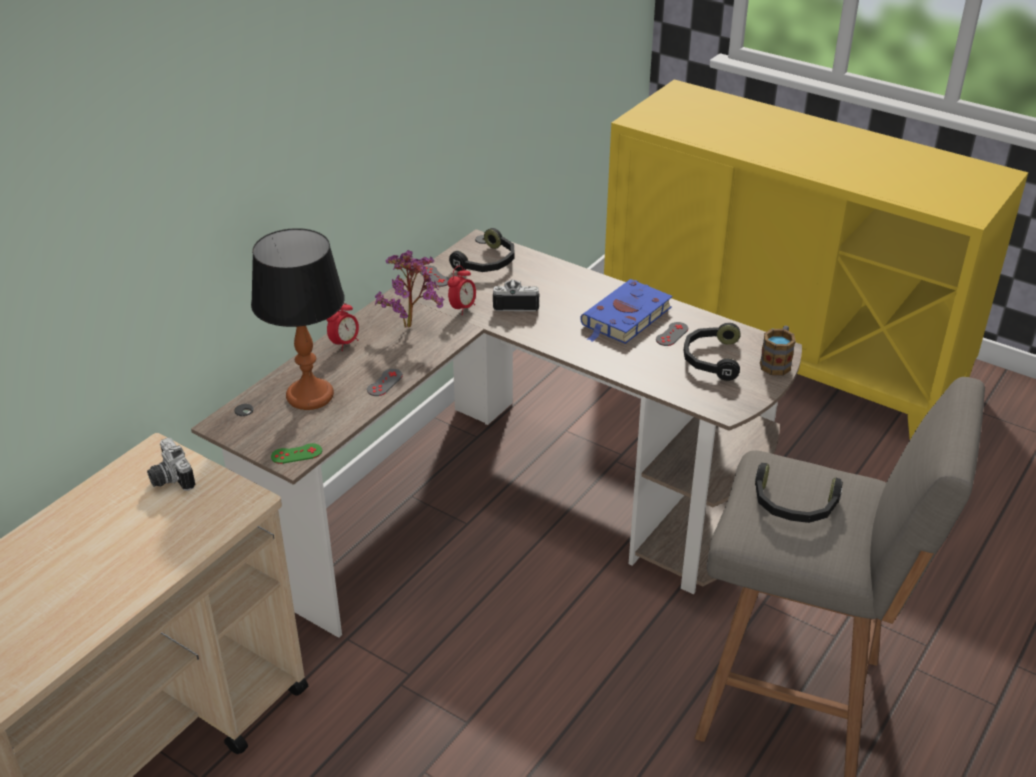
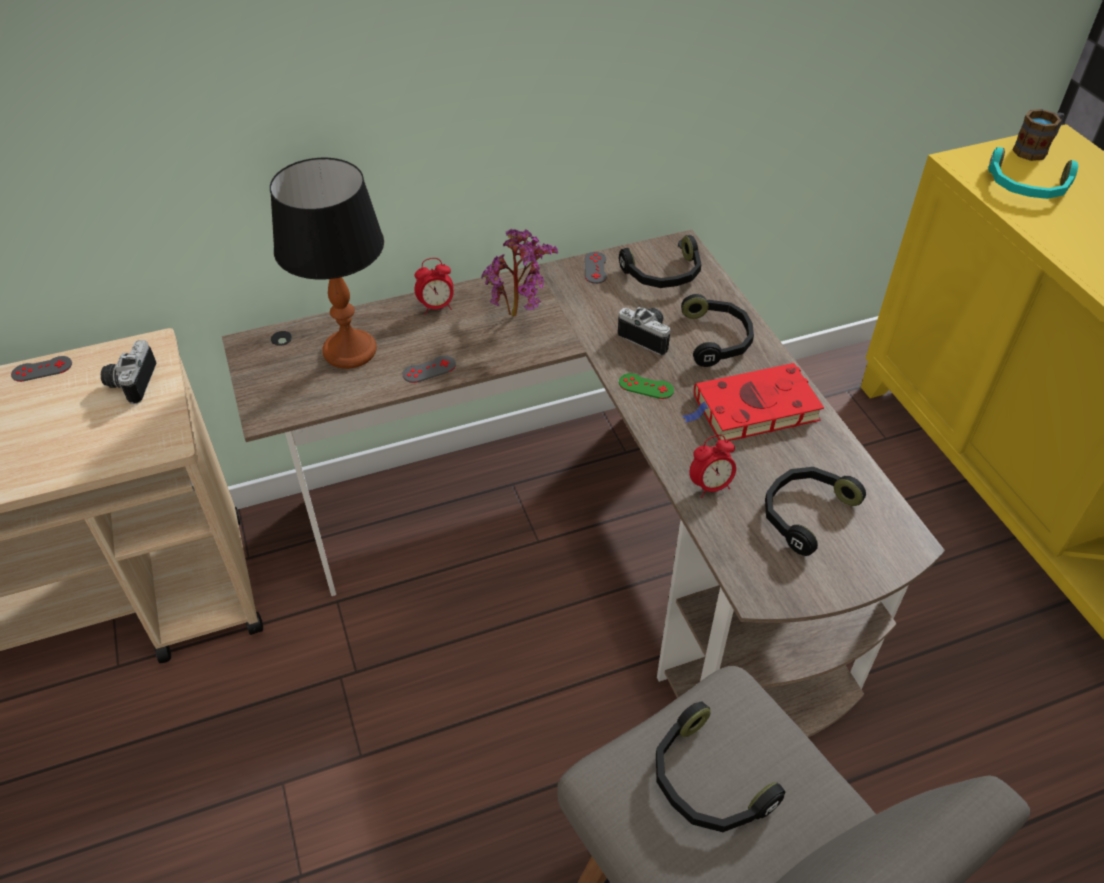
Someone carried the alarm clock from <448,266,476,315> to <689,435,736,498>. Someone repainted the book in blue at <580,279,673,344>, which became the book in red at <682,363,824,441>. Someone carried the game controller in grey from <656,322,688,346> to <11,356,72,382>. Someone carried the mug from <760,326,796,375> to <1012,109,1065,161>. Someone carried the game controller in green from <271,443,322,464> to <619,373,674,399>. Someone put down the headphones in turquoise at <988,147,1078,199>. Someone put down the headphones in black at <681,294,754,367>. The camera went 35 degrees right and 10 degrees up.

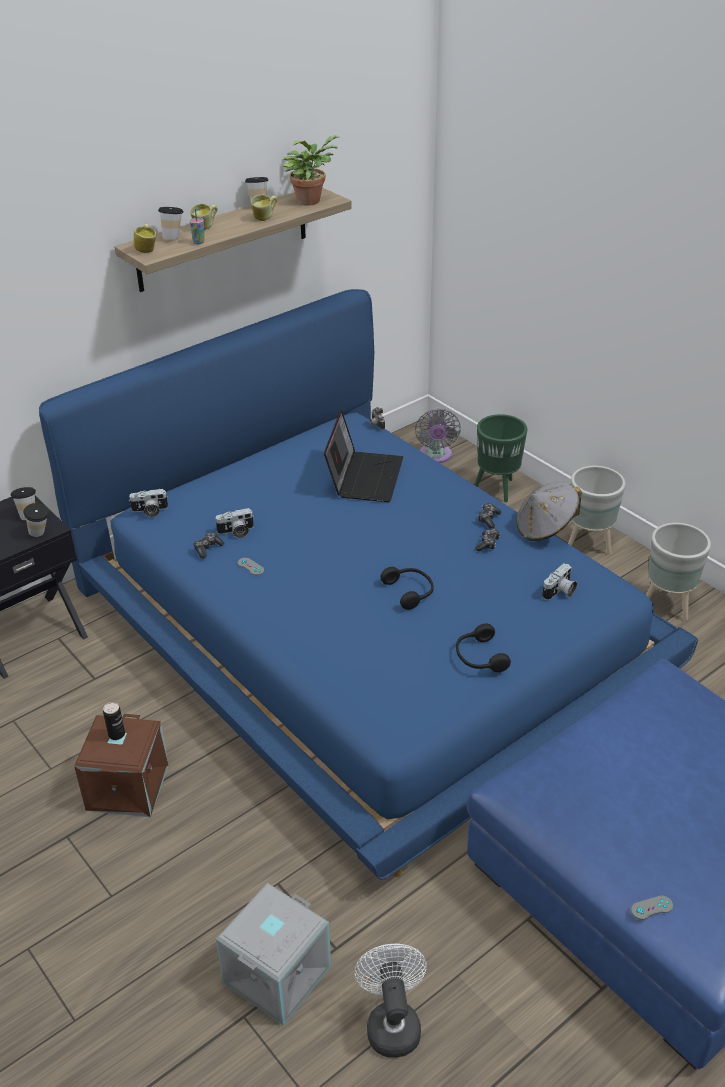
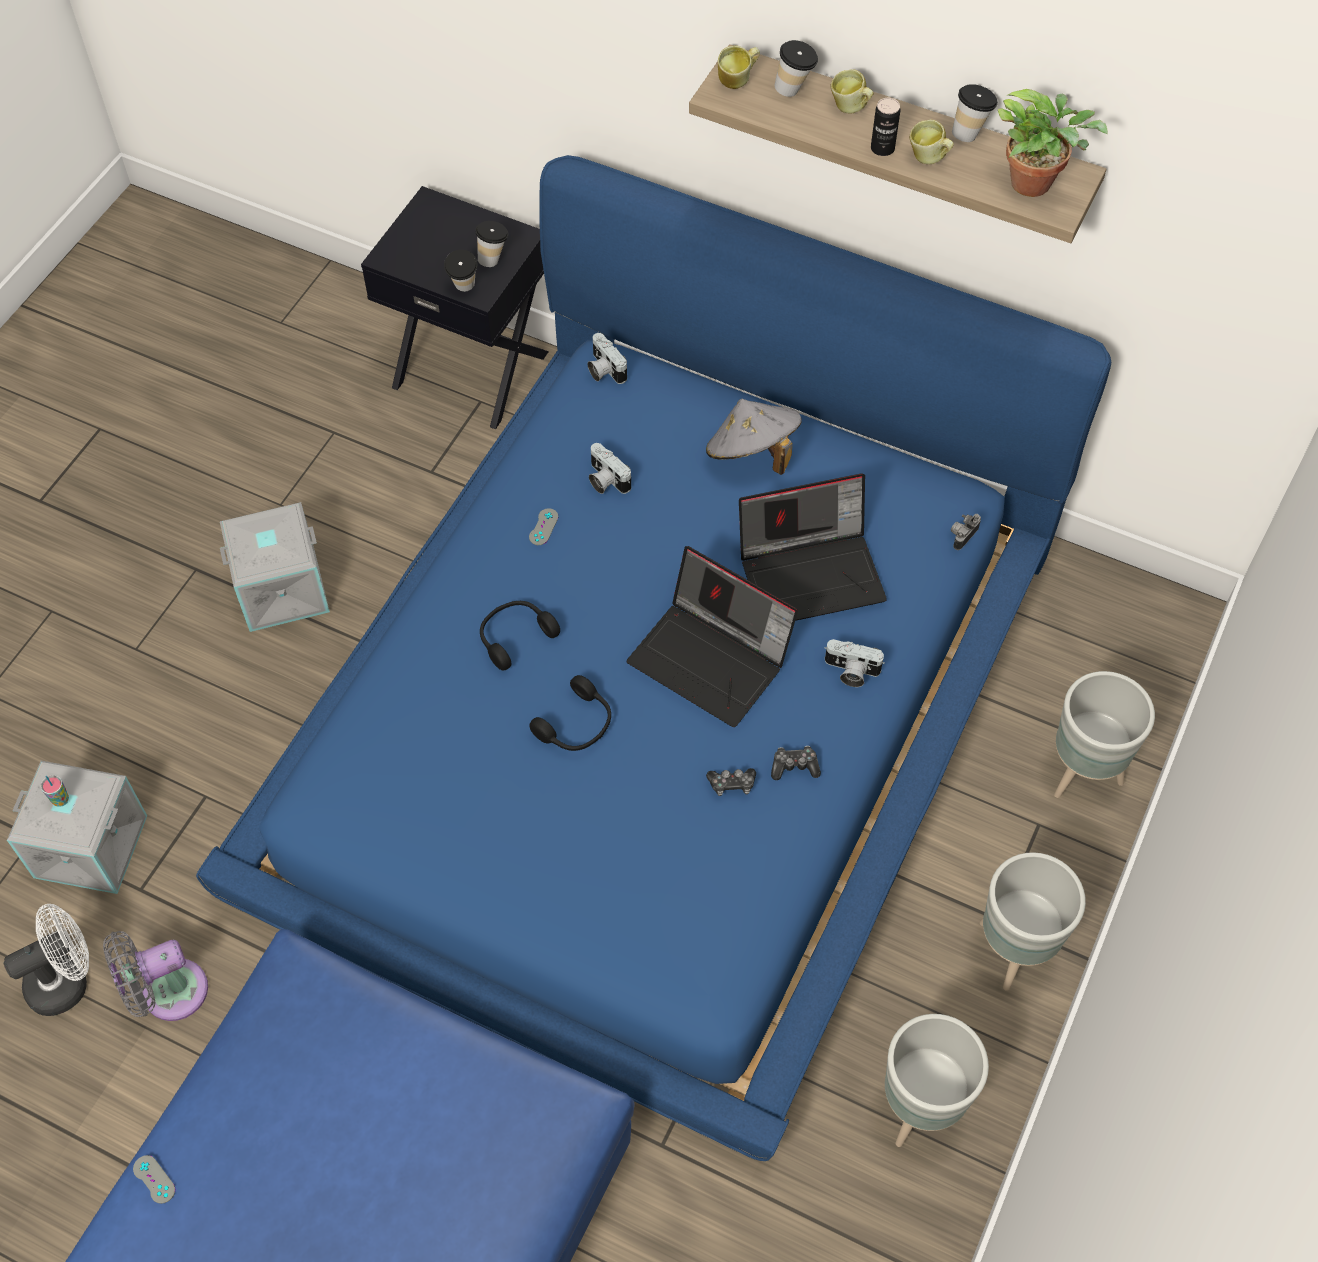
Someone carried the cup from <189,209,205,244> to <41,775,69,807>. Someone carried the fan in grey from <415,409,461,463> to <103,931,208,1021>. Someone repainted the planter in green at <475,414,527,502>, which became the planter in grey at <1054,671,1155,798>. Someone carried the hat in grey from <516,481,582,541> to <706,399,802,475>. Someone took away the game controller at <193,532,225,558>. Someone carried the photo camera from <542,563,577,600> to <824,639,885,687>. Someone carried the headphones in black from <456,624,511,672> to <480,601,560,670>. Someone carried the can from <103,702,125,740> to <871,98,900,156>. Someone repainted the storage box in brown at <74,714,169,817>, which became the storage box in grey at <220,502,330,632>. Someone put down the laptop at <627,546,798,727>. The camera went 65 degrees right and 20 degrees up.

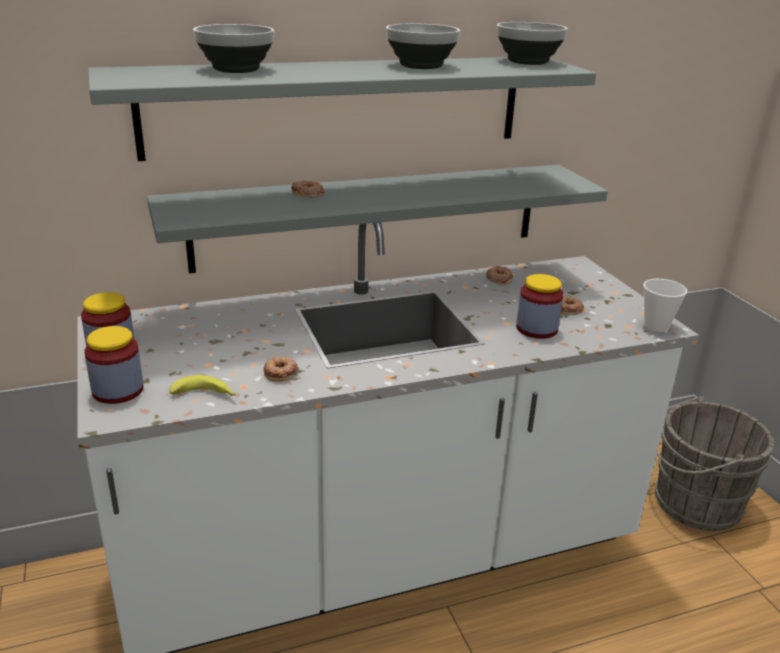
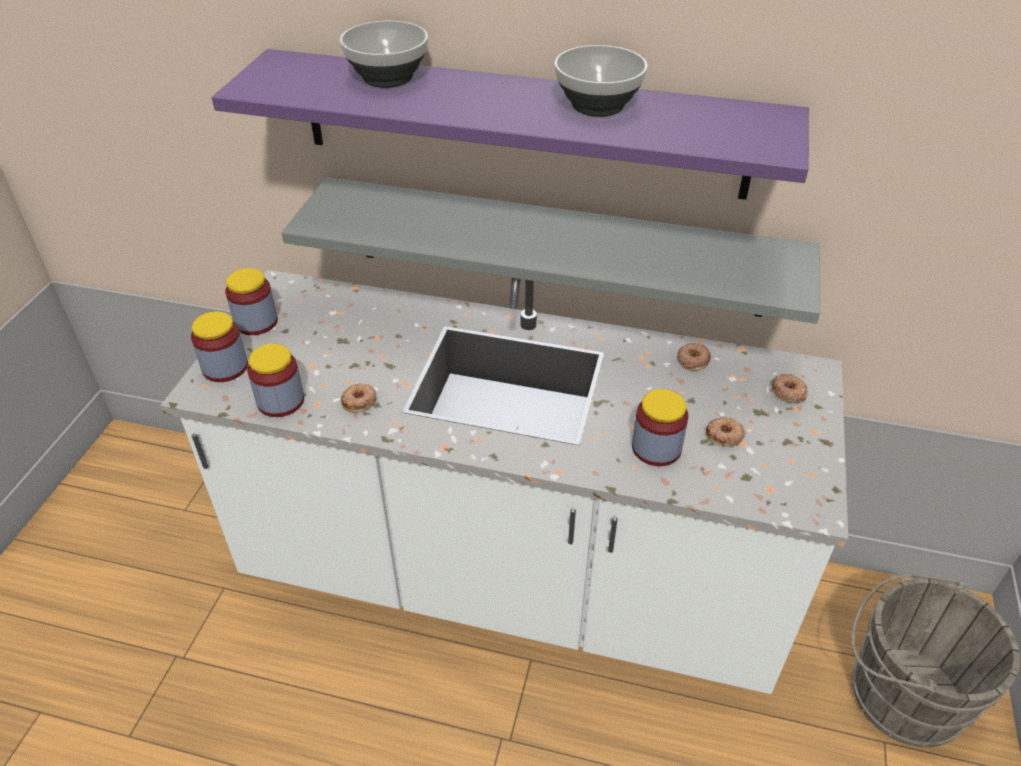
Someone took away the bowl at <497,22,568,65>. Someone repainted the shelf in grey at <88,57,596,161>, which became the shelf in purple at <212,49,809,200>. Someone carried the donut from <291,180,324,198> to <772,373,807,403>. Someone took away the cup at <643,279,688,332>. Someone swapped the banana at <169,375,236,396> for the jar at <247,344,304,417>. The camera went 35 degrees right and 15 degrees up.

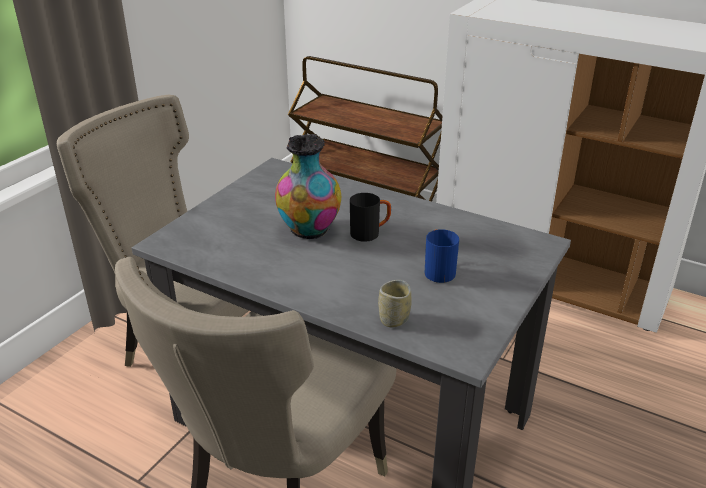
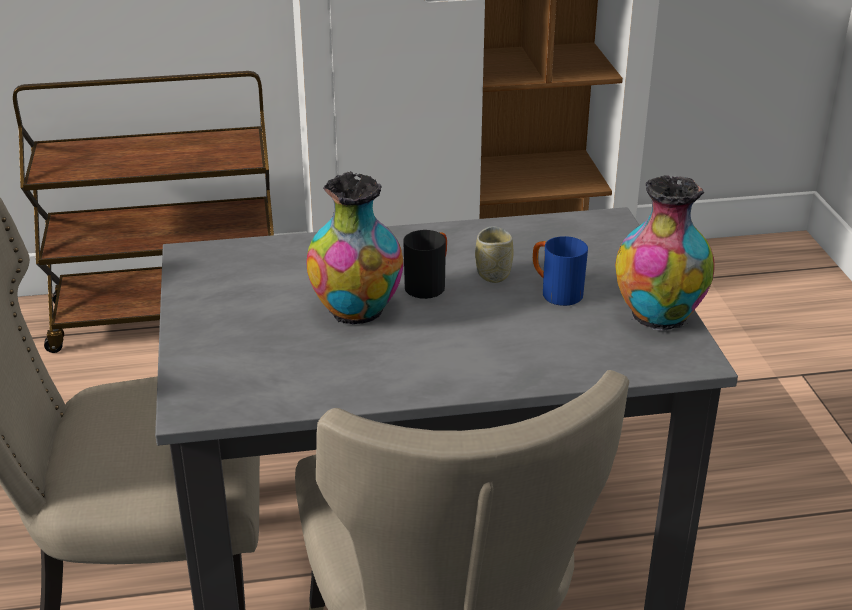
Someone carried the cup from <378,280,411,327> to <475,226,514,283>. Someone put down the vase at <615,175,715,331>. The camera went 40 degrees left and 0 degrees up.

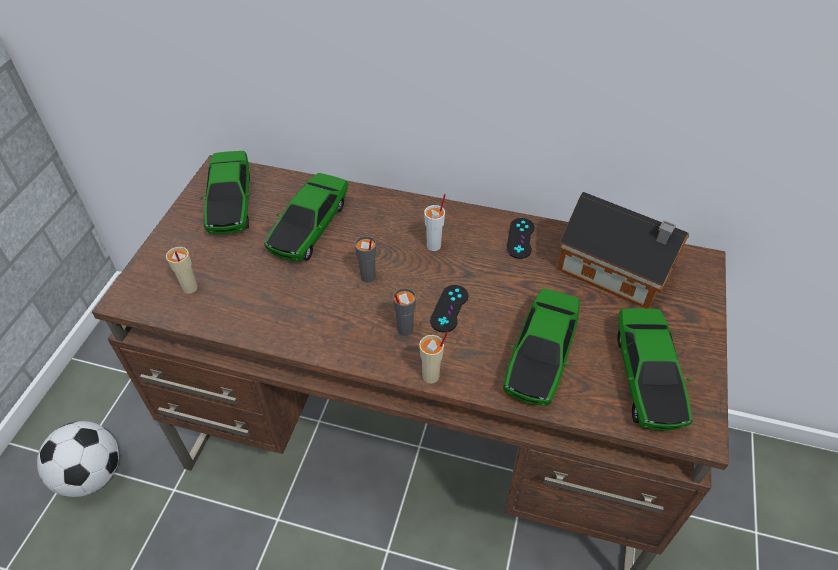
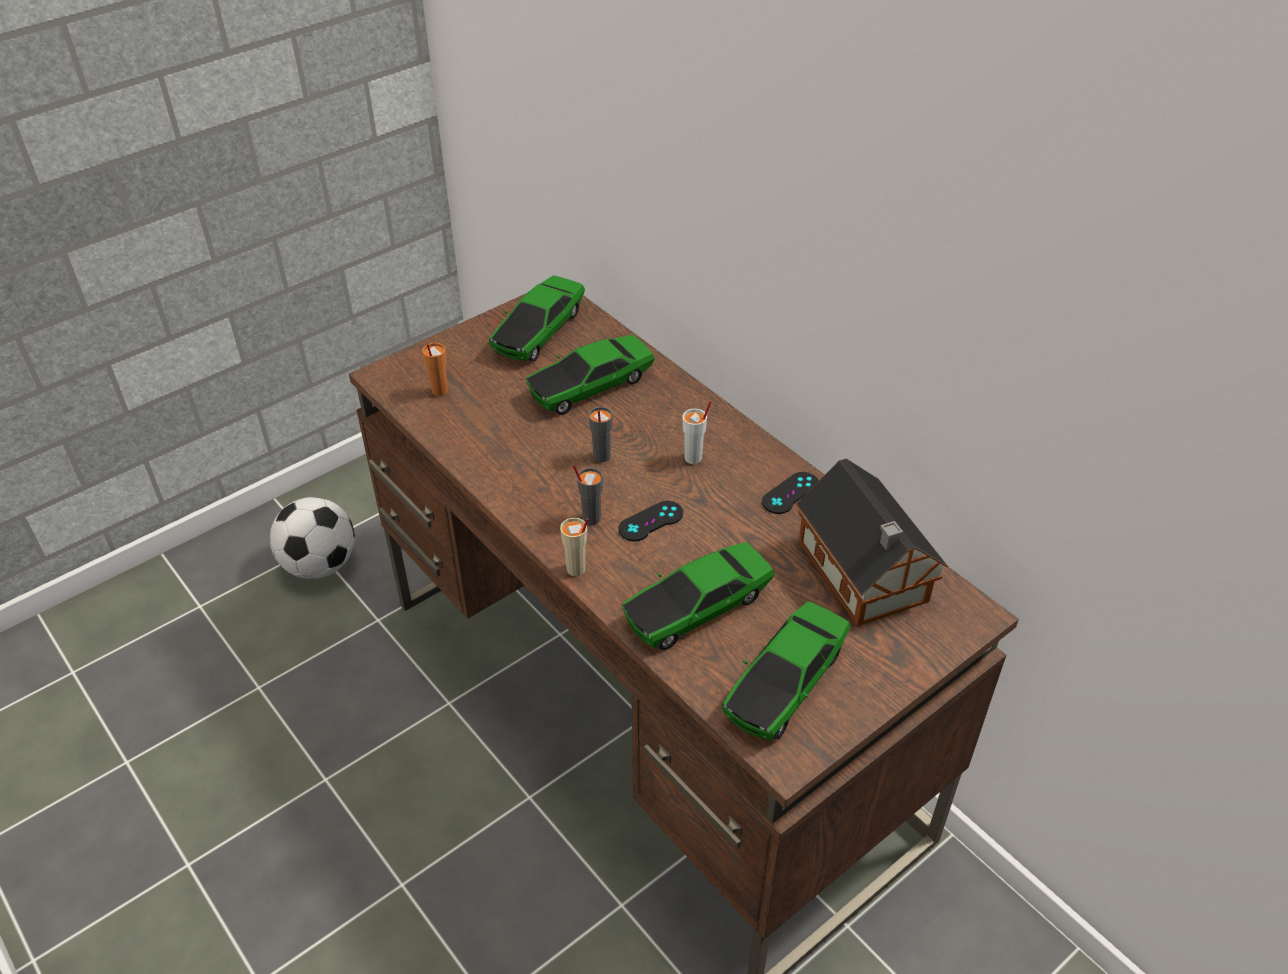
Someone repainted the cup in beige at <166,247,198,294>, which became the cup in orange at <422,343,448,396>. The camera went 35 degrees right and 5 degrees down.

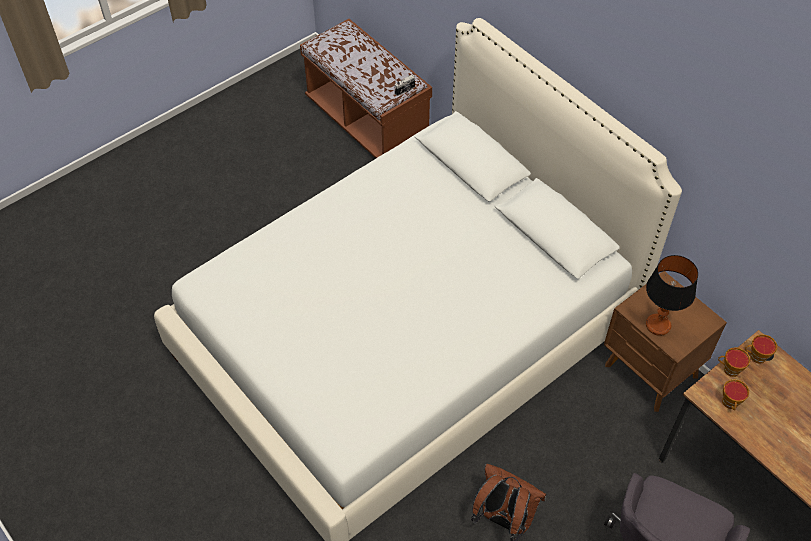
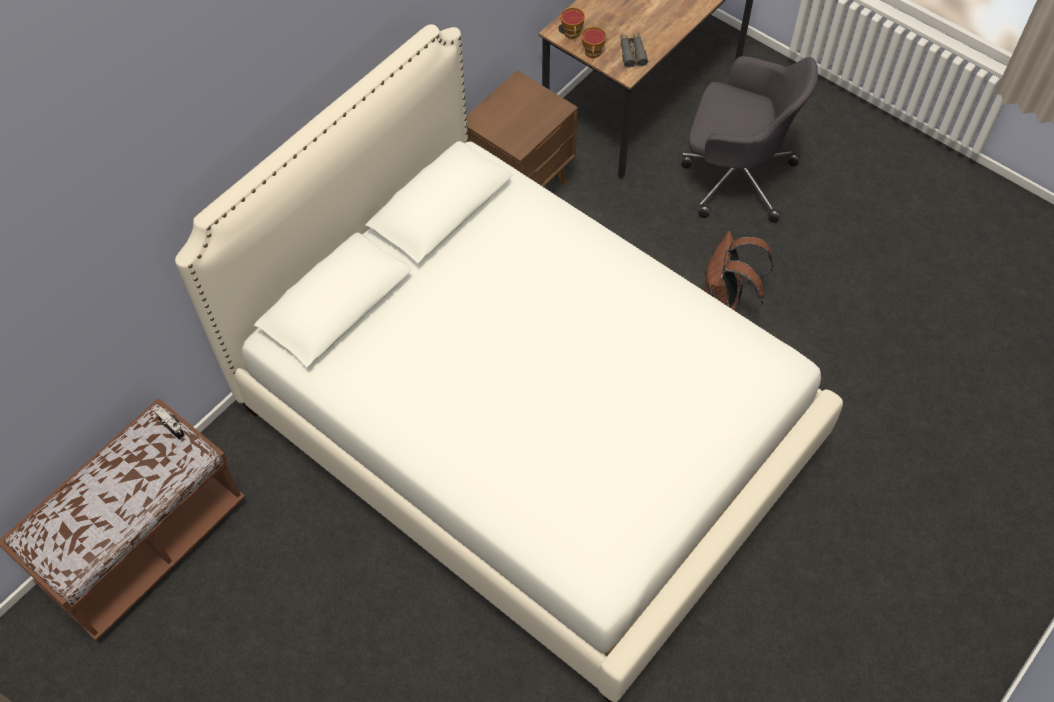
Someone took away the table lamp at <646,255,698,336>. Someone swapped the cup at <722,379,749,410> for the binoculars in grey at <620,33,648,68>. The camera went 100 degrees left and 5 degrees up.

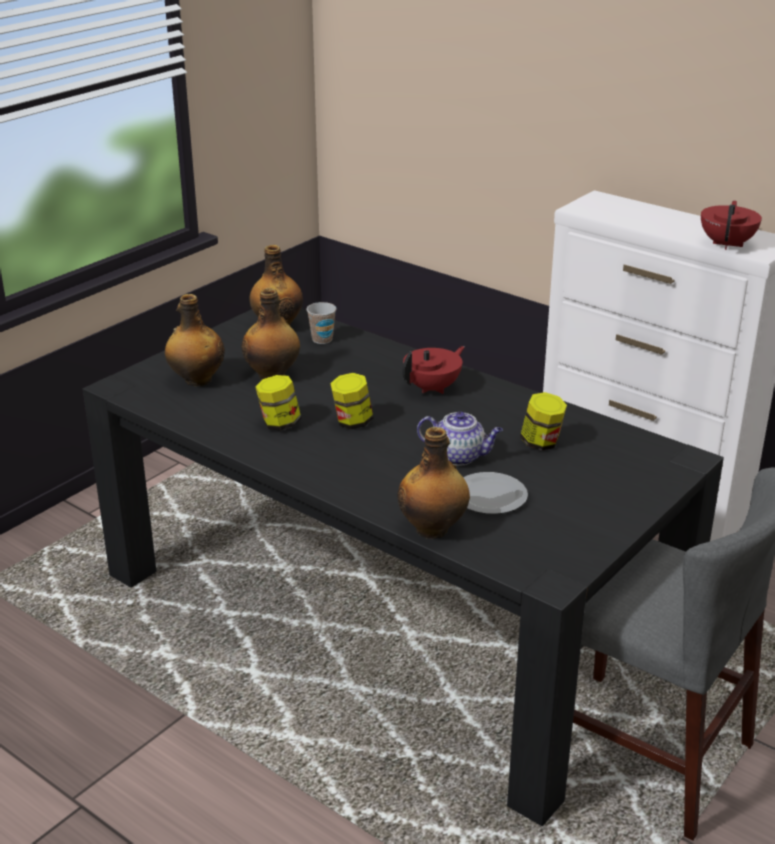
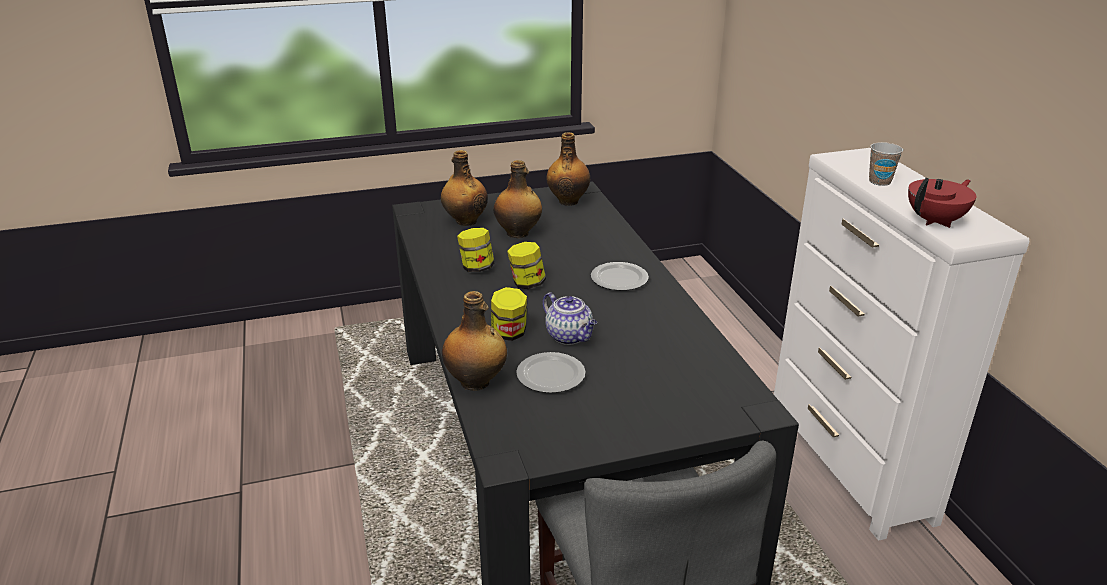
Someone carried the cup from <306,302,336,344> to <869,142,903,186>. Someone swapped the teapot in red at <402,346,464,394> for the plate at <591,262,649,291>. Someone carried the jar from <520,392,567,451> to <491,287,527,341>. The camera went 35 degrees right and 0 degrees up.

